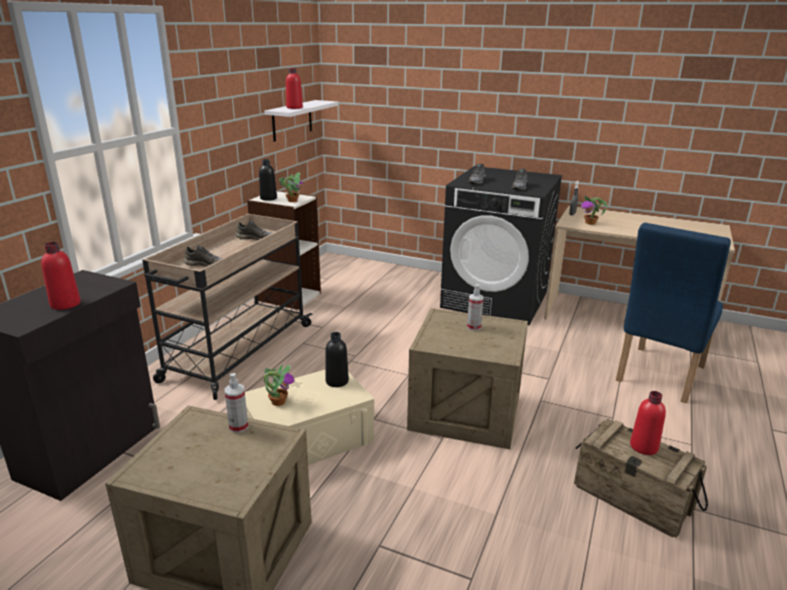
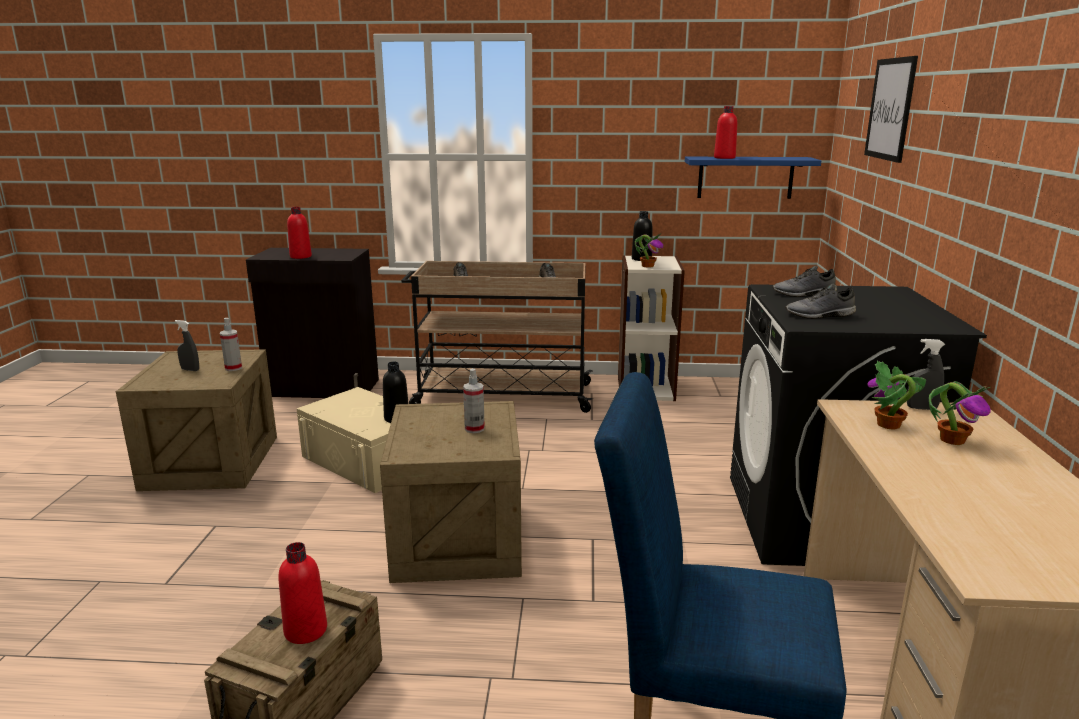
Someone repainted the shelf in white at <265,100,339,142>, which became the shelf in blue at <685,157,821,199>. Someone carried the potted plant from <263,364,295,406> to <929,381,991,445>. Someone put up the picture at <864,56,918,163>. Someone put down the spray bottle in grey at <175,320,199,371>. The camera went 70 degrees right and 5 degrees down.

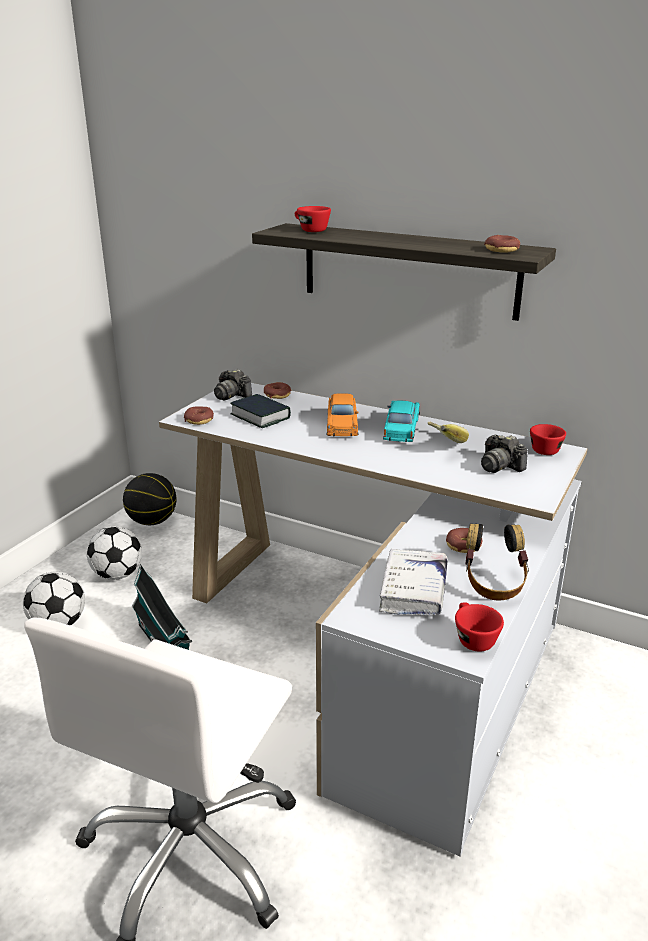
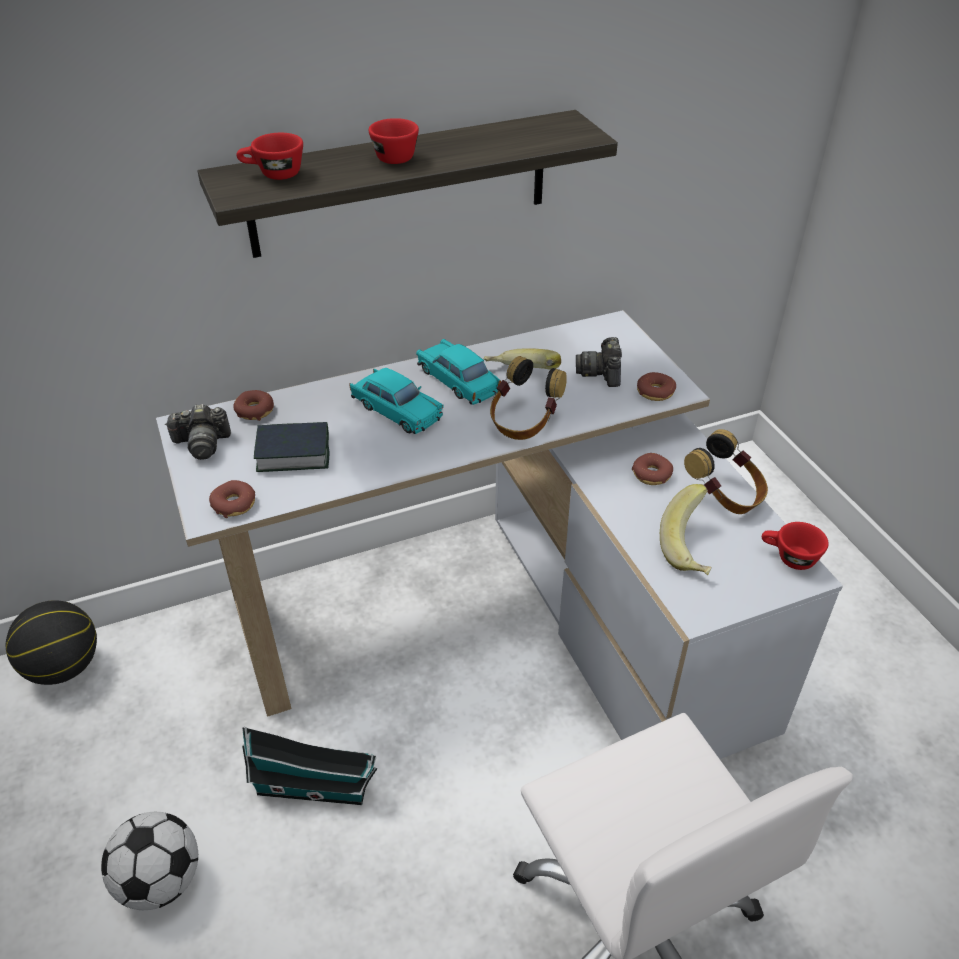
Someone carried the donut from <484,235,520,253> to <637,372,676,401>. Someone repainted the toy car in orange at <327,394,359,437>, which became the toy car in turquoise at <349,368,443,434>. Someone carried the cup in red from <530,424,566,455> to <369,118,419,164>. Someone rotated the photo camera at <481,435,528,473> by 90 degrees clockwise. Someone took away the football at <87,526,142,580>. Someone swapped the book in white at <379,549,448,615> for the banana at <660,484,711,575>. Someone put down the headphones at <490,356,567,440>. The camera went 50 degrees left and 15 degrees up.

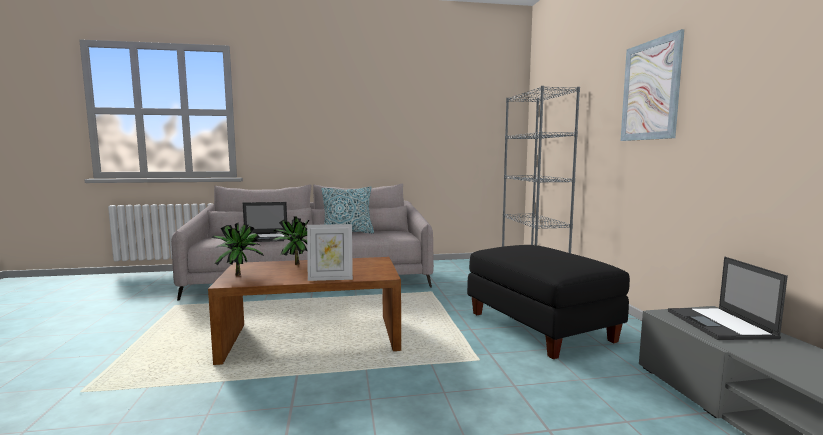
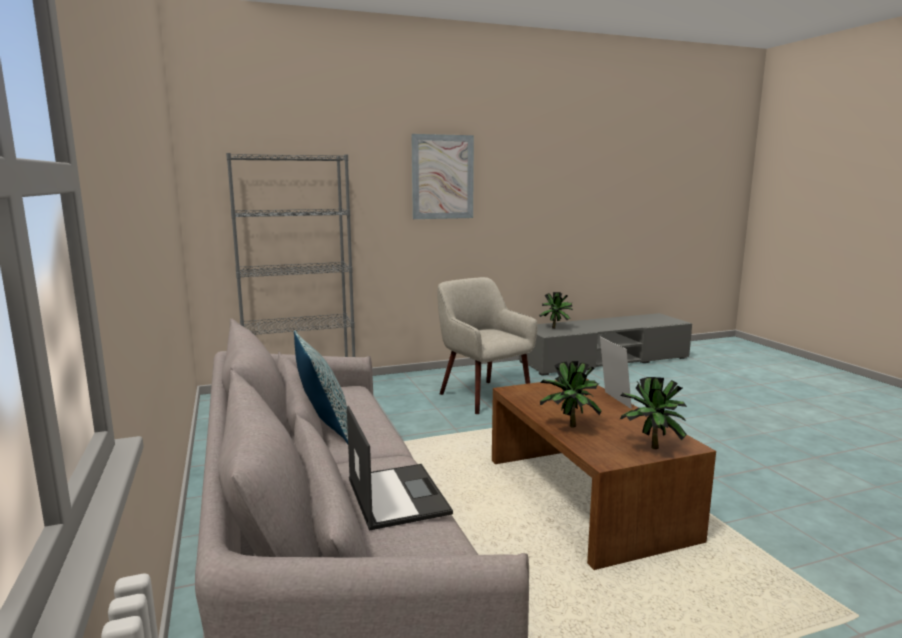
Someone swapped the ottoman in black at <467,245,630,359> for the armchair in beige at <438,277,537,414>. Someone swapped the laptop at <668,256,788,340> for the potted plant at <539,292,573,329>. The camera went 100 degrees left and 5 degrees up.

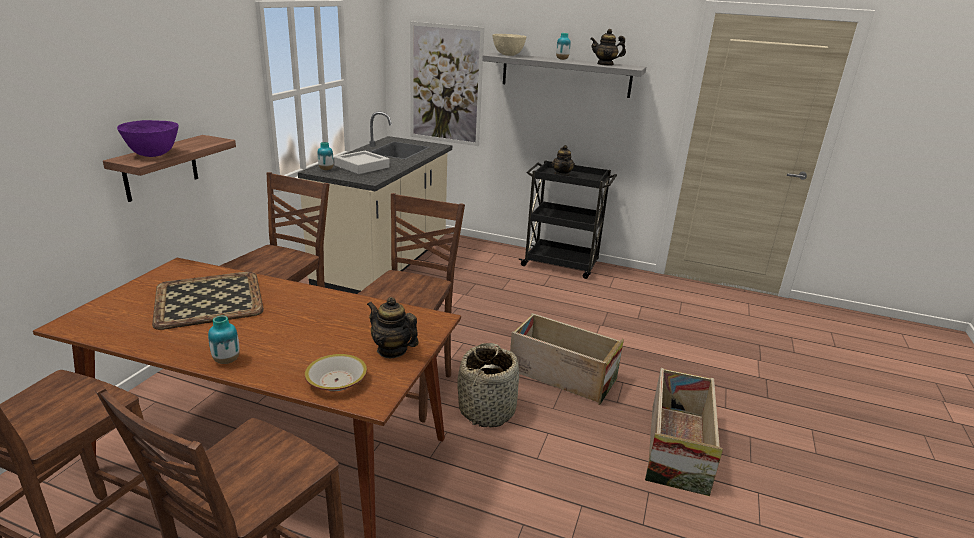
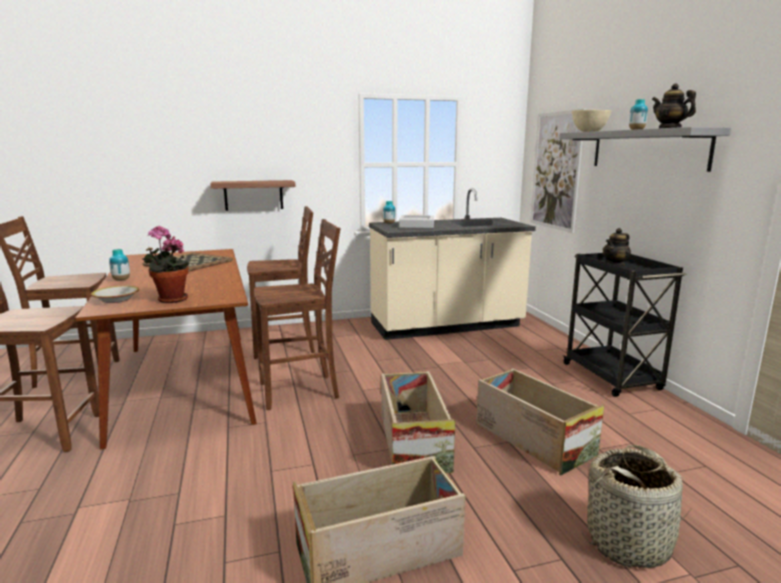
Someone took away the bowl in purple at <117,120,179,157>. Someone swapped the teapot at <367,297,419,358> for the potted plant at <142,226,189,303>. Someone carried the basket from <457,343,519,428> to <581,445,694,568>. Someone put down the crate at <476,369,604,476>. The camera went 55 degrees right and 10 degrees down.

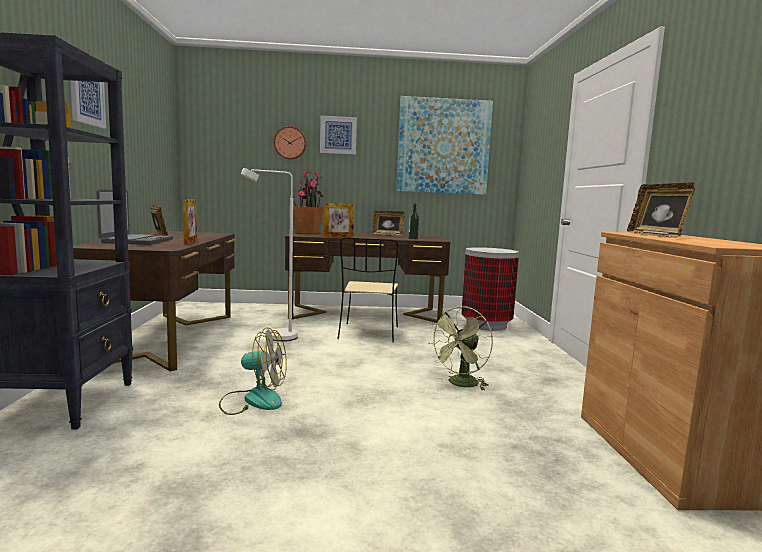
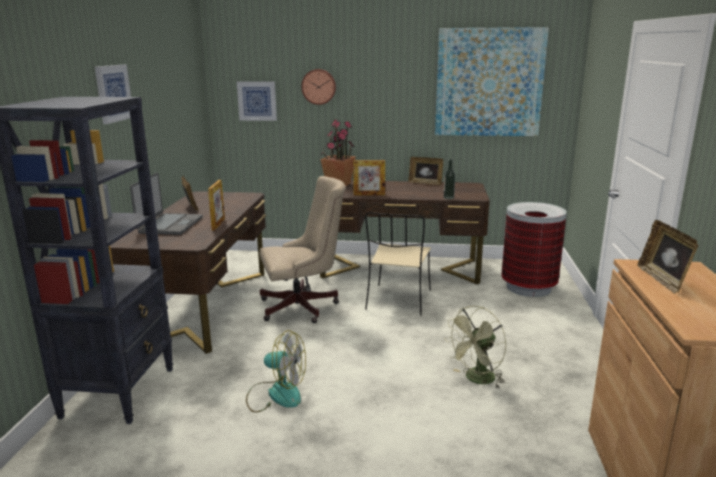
Someone carried the picture from <320,115,357,155> to <237,81,277,121>. Someone swapped the floor lamp in white at <241,168,298,341> for the office chair in beige at <260,176,346,323>. The camera went 10 degrees right and 10 degrees up.

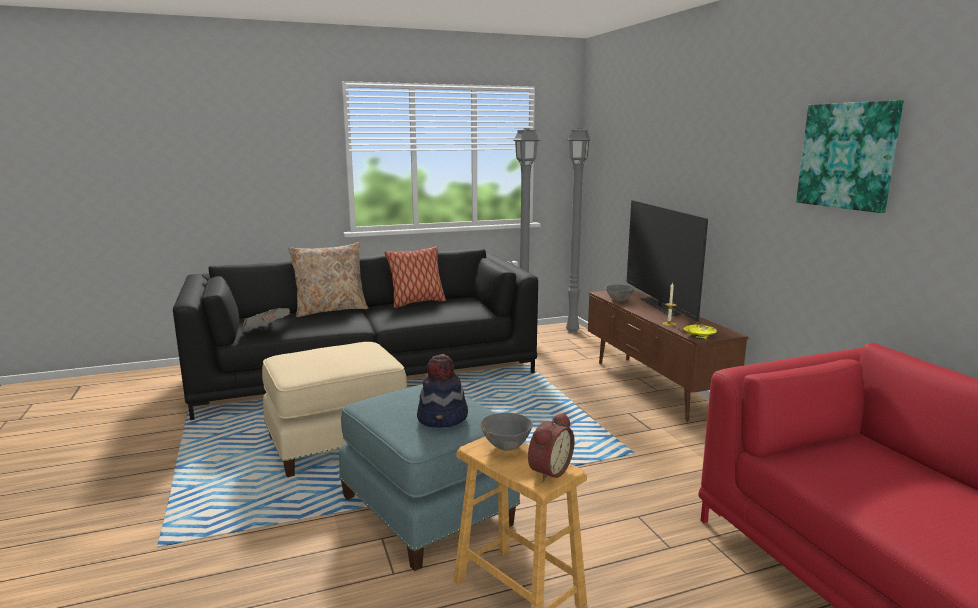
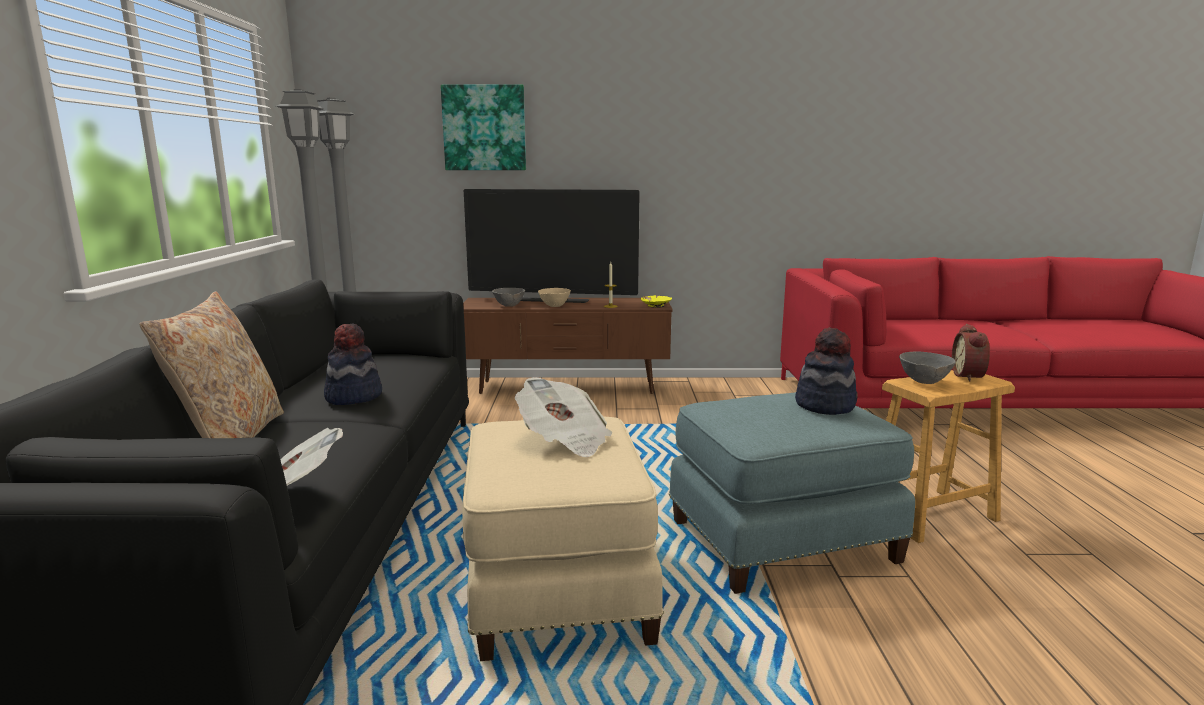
Someone carried the picture from <796,100,904,213> to <441,85,526,170>. Someone took away the pillow at <384,246,446,308>. Someone rotated the alarm clock at <528,413,574,482> by 135 degrees counterclockwise. Someone put down the bowl in beige at <538,288,571,307>. Someone put down the hat at <324,323,382,405>. Someone put down the newspaper at <515,377,612,457>. The camera went 70 degrees left and 0 degrees up.

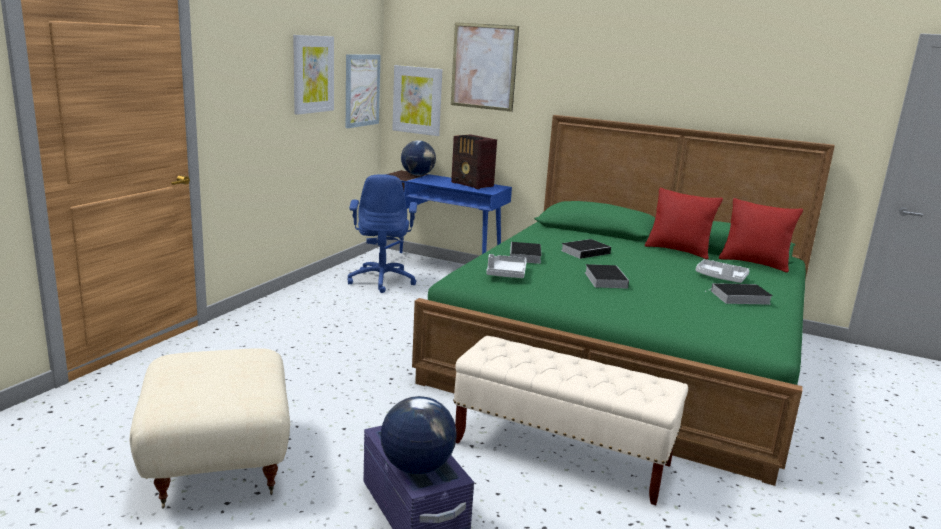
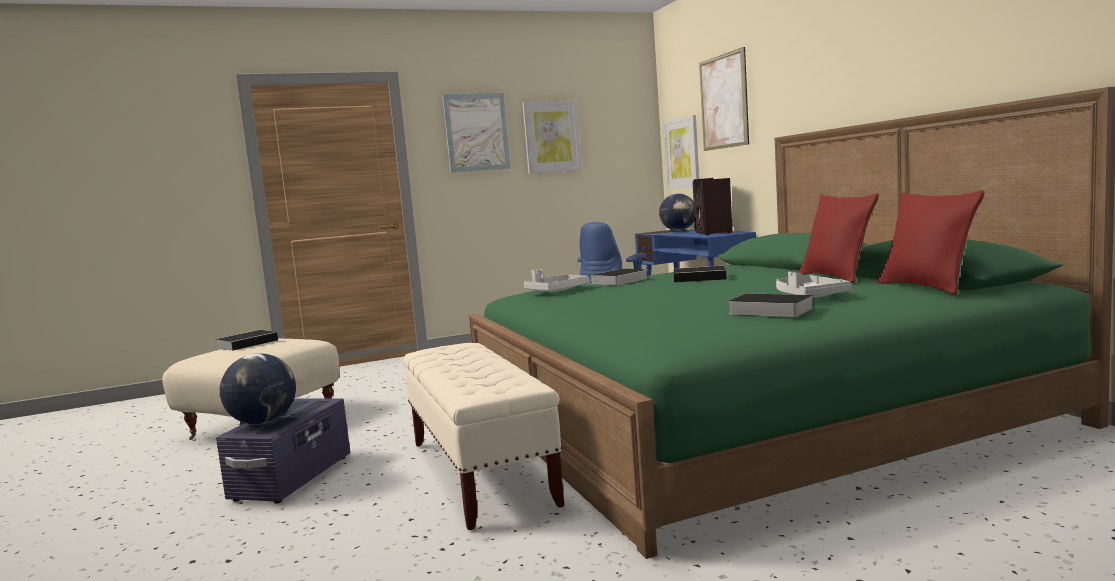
Someone carried the picture from <346,54,380,128> to <442,93,510,173>. Someone carried the book from <585,264,629,288> to <215,330,278,351>. The camera went 45 degrees right and 10 degrees down.

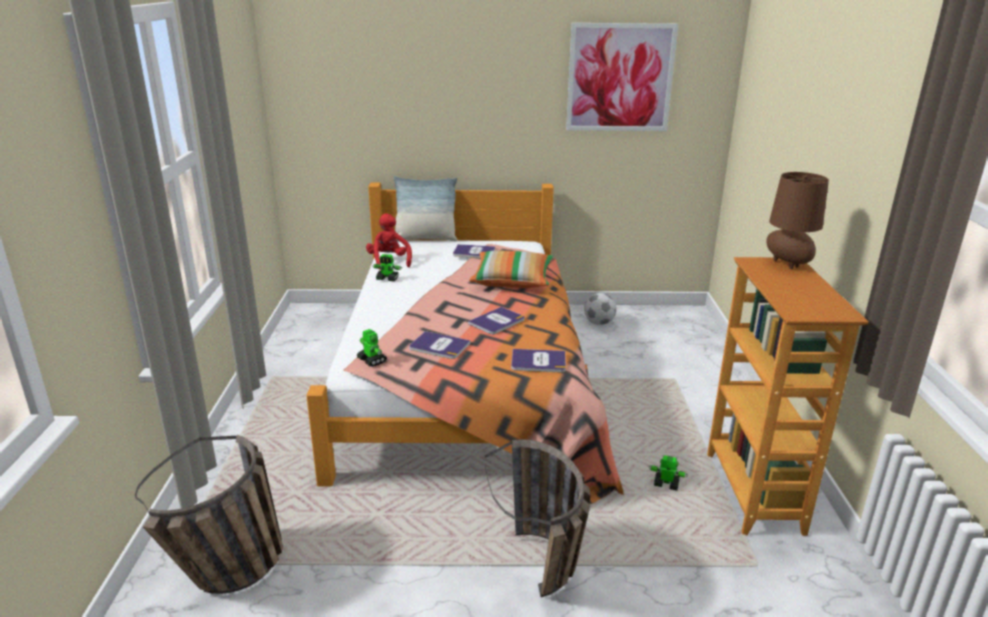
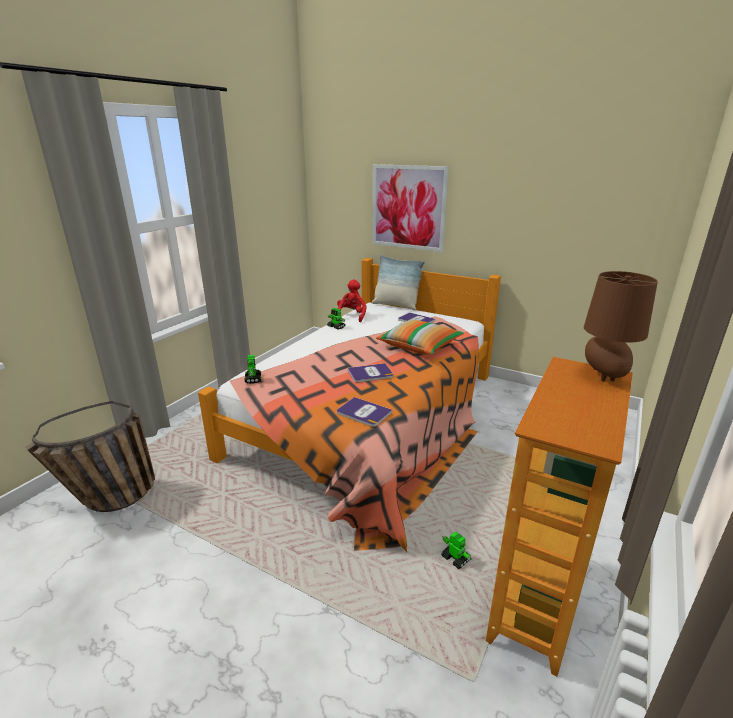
Someone carried the picture from <566,23,678,131> to <372,164,449,252>. Someone took away the football at <584,293,616,325>. Someone took away the book at <409,331,470,359>. Someone took away the basket at <485,439,591,597>. The camera went 30 degrees right and 0 degrees up.

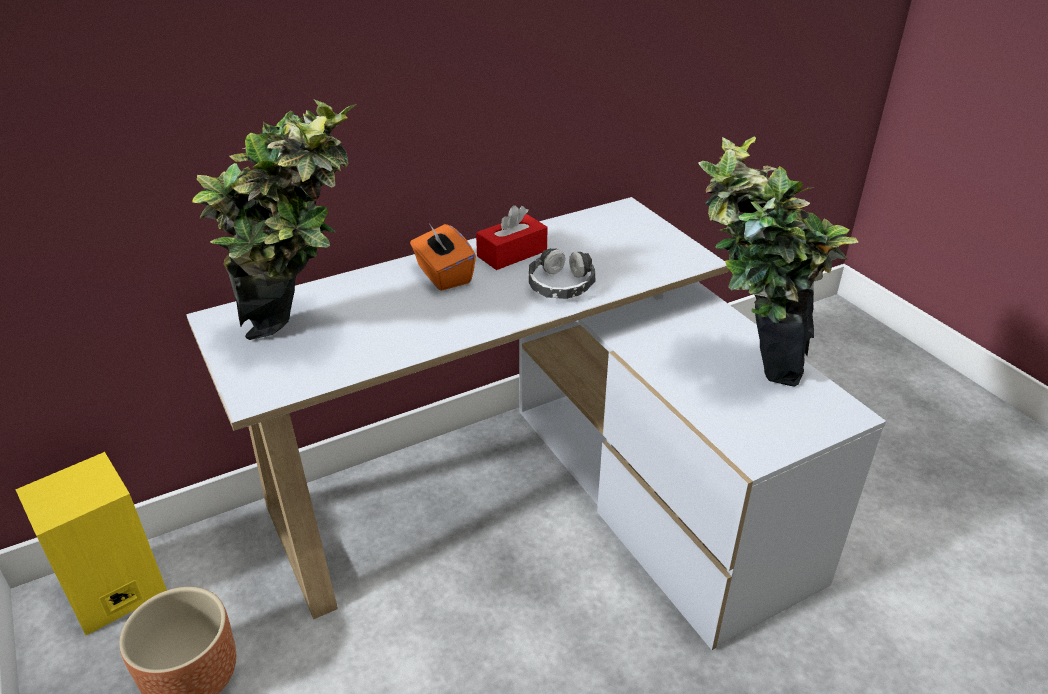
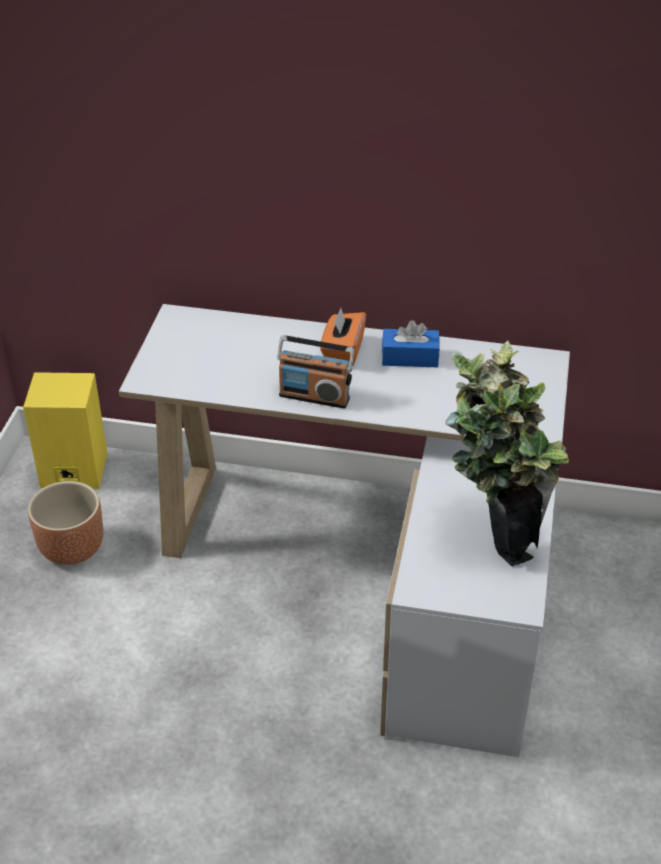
Someone took away the potted plant at <193,100,357,340>. Someone repainted the tissue box in red at <476,205,547,270>, which became the tissue box in blue at <382,320,440,367>. Someone took away the headphones at <529,248,595,299>. Someone put down the radio at <277,335,354,409>. The camera went 40 degrees right and 5 degrees up.

